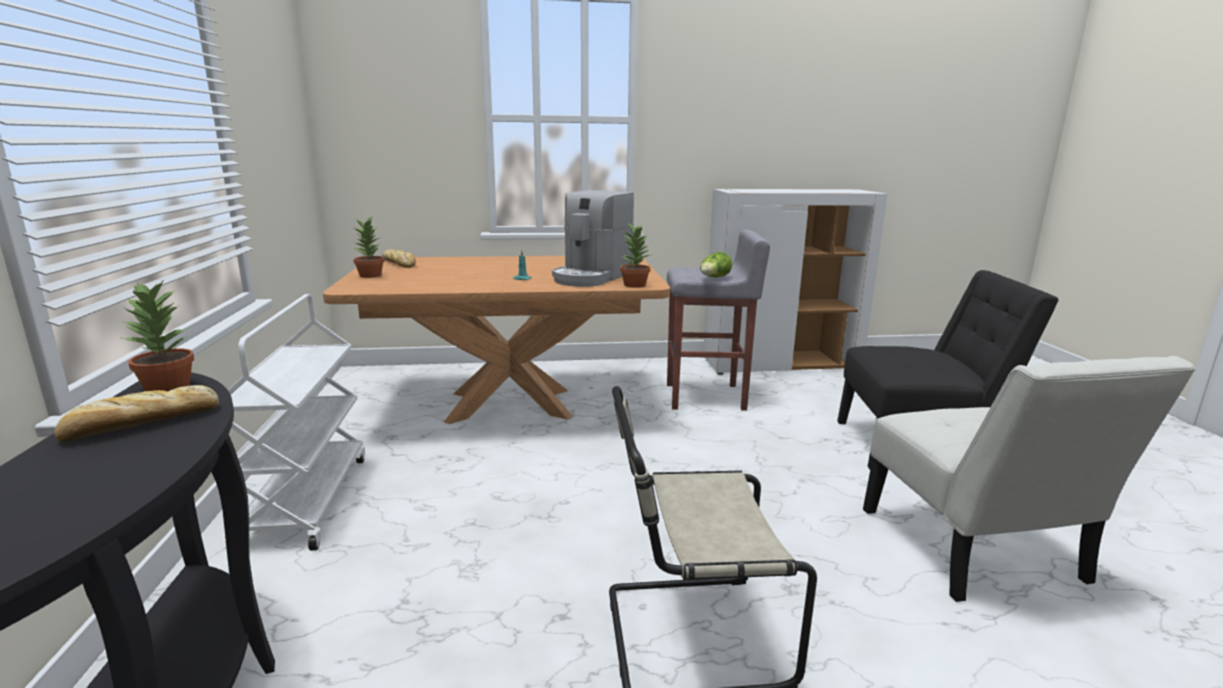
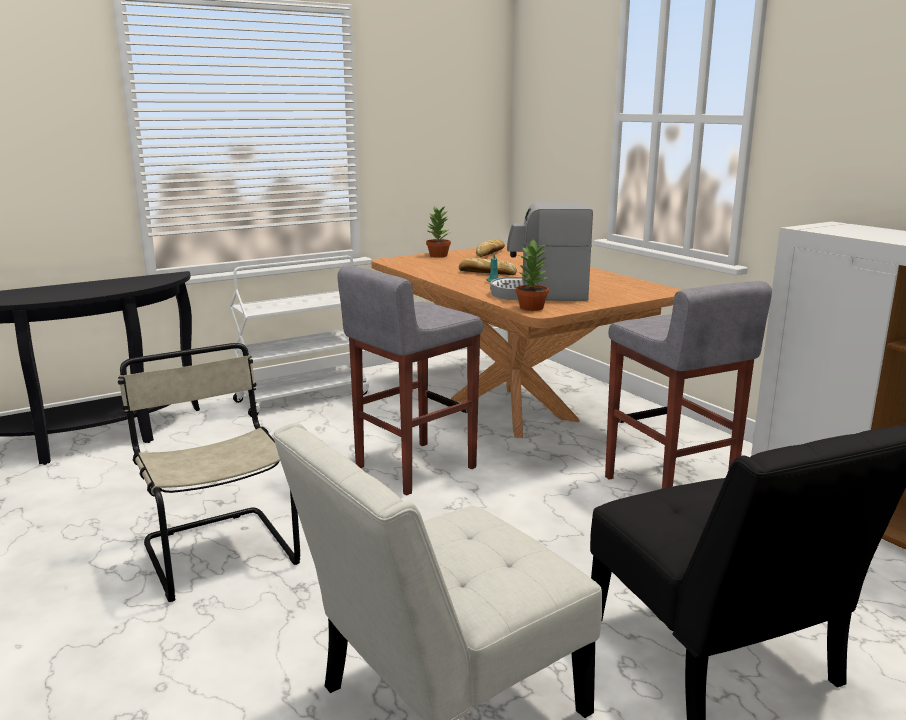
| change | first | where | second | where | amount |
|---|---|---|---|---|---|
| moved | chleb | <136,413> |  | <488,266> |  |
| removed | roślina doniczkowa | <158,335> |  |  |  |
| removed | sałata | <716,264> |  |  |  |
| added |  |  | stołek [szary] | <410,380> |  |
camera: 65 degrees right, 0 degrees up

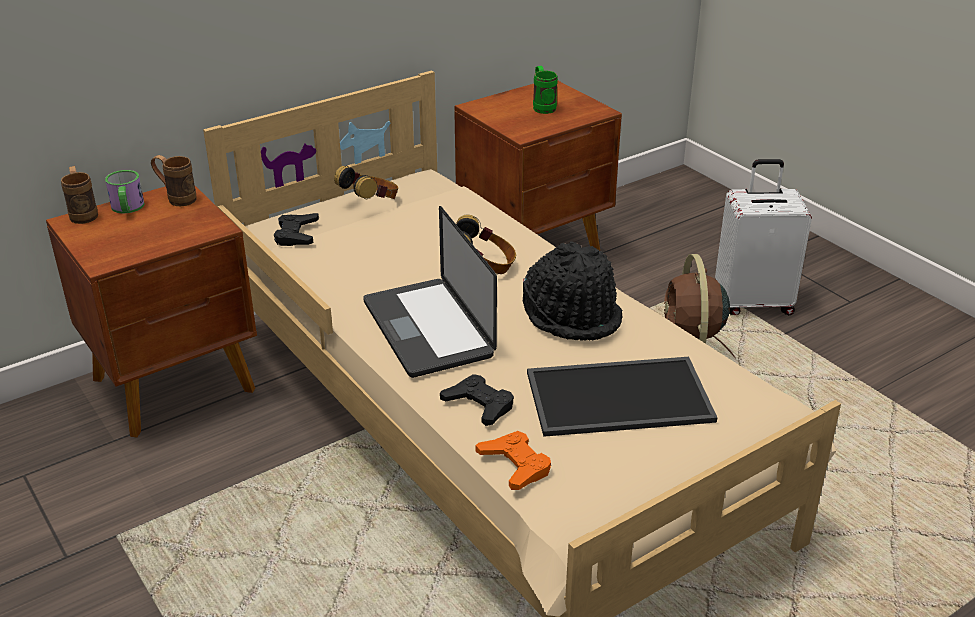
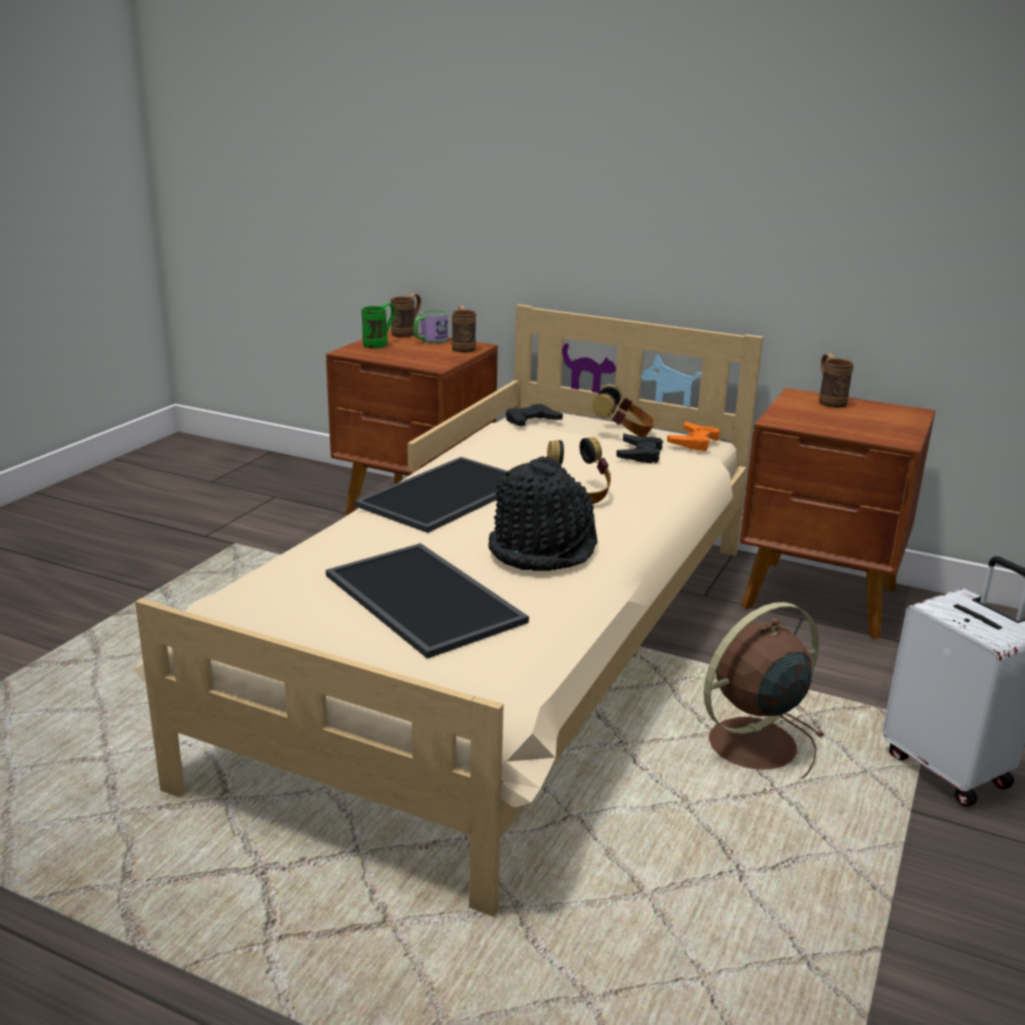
| change | first | where | second | where | amount |
|---|---|---|---|---|---|
| replaced | laptop | <430,292> | taca | <431,495> |  |
| moved | pad do gier [czarny] | <477,400> |  | <639,448> |  |
| moved | pad do gier [pomarańczowy] | <513,460> |  | <693,436> |  |
| moved | kubek [zielony] | <545,90> |  | <378,326> |  |
| added |  |  | kubek [brązowy] | <836,381> |  |
camera: 60 degrees right, 10 degrees down

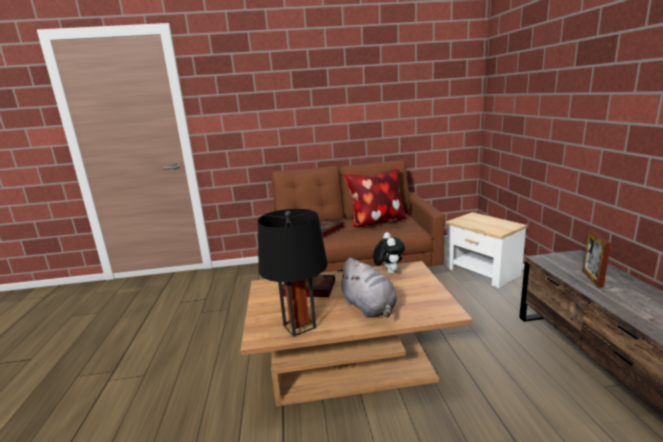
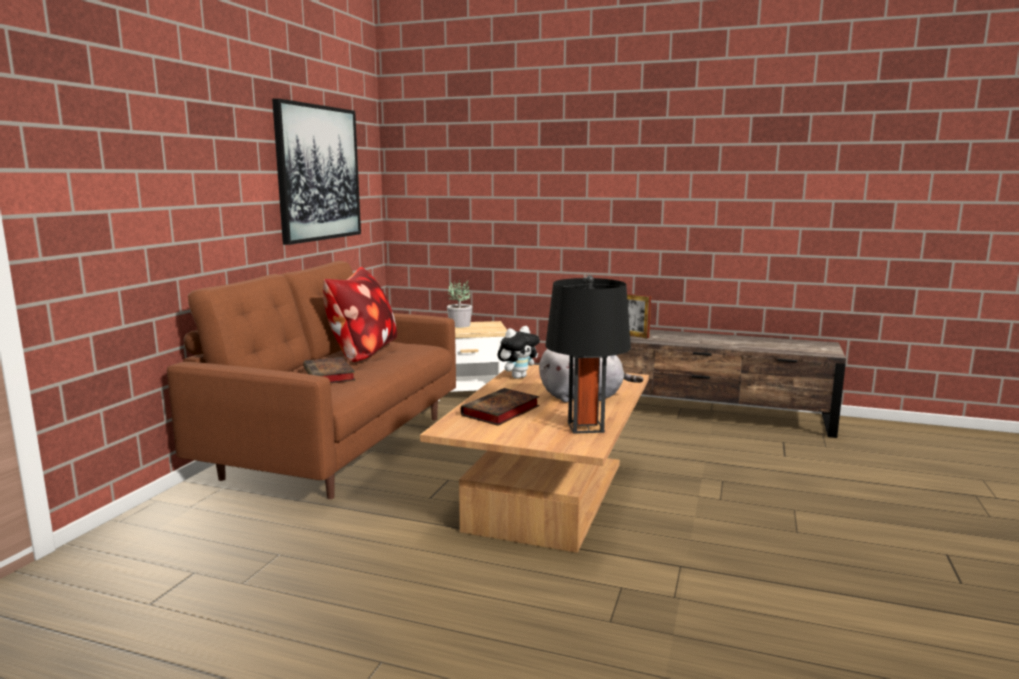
| change | first | where | second | where | amount |
|---|---|---|---|---|---|
| turned | pluszak | <389,253> |  | <519,352> | 120 degrees clockwise |
| added |  |  | obraz | <316,171> |  |
| added |  |  | roślina doniczkowa | <459,303> |  |
camera: 65 degrees left, 5 degrees down

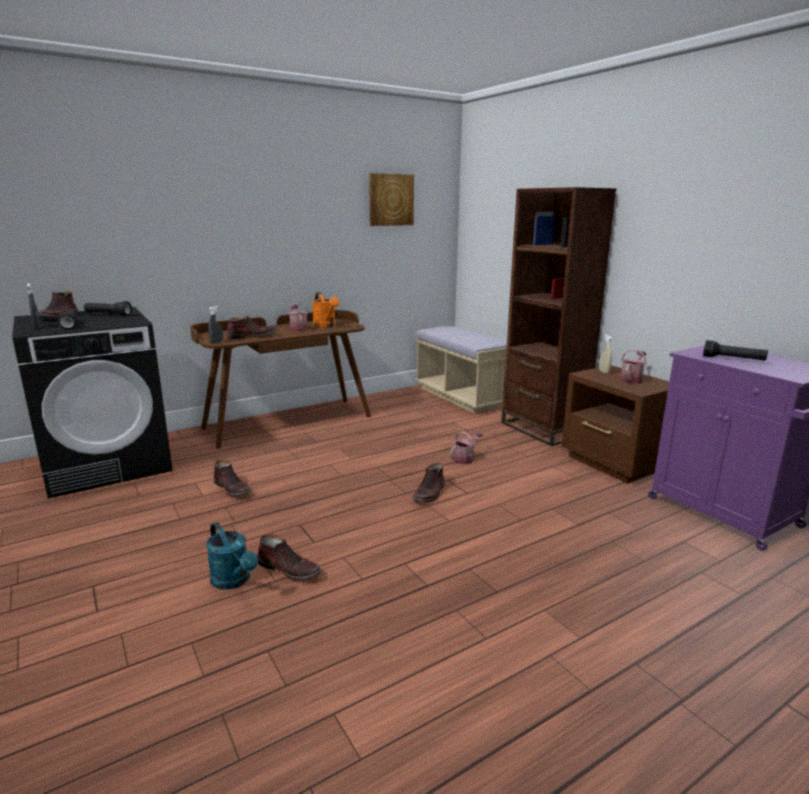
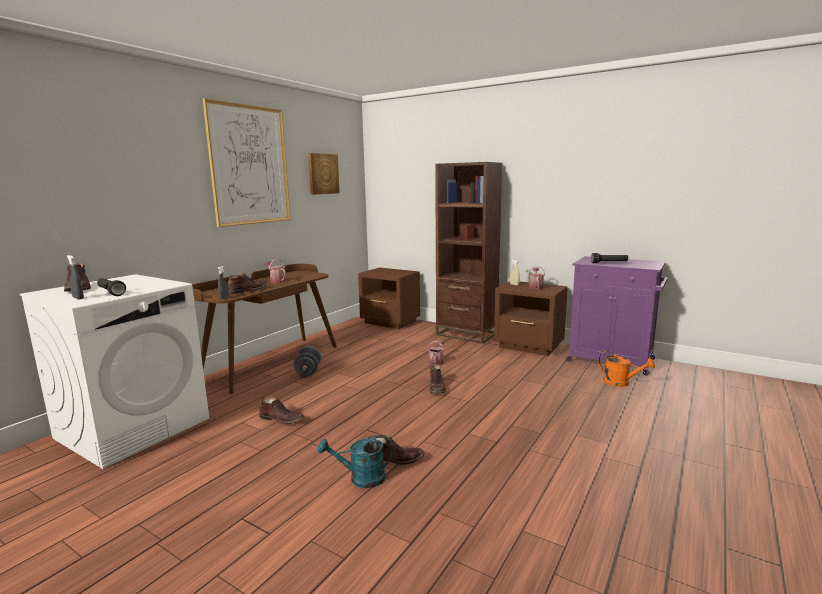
| change | first | where | second | where | amount |
|---|---|---|---|---|---|
| recoloured | pralka [czarny] | <92,402> | pralka [biały] | <114,371> |  |
| removed | latarka [czarny] | <108,308> |  |  |  |
| turned | konewka [turkusowy] | <232,556> |  | <355,461> | 150 degrees clockwise |
| moved | konewka [pomarańczowy] | <325,309> |  | <627,369> |  |
| replaced | ławka [beżowy] | <461,369> | szafka nocna [brązowy] | <389,298> |  |
| added |  |  | obraz | <246,162> |  |
| added |  |  | hantel [szary] | <307,361> |  |
camera: 25 degrees left, 5 degrees down

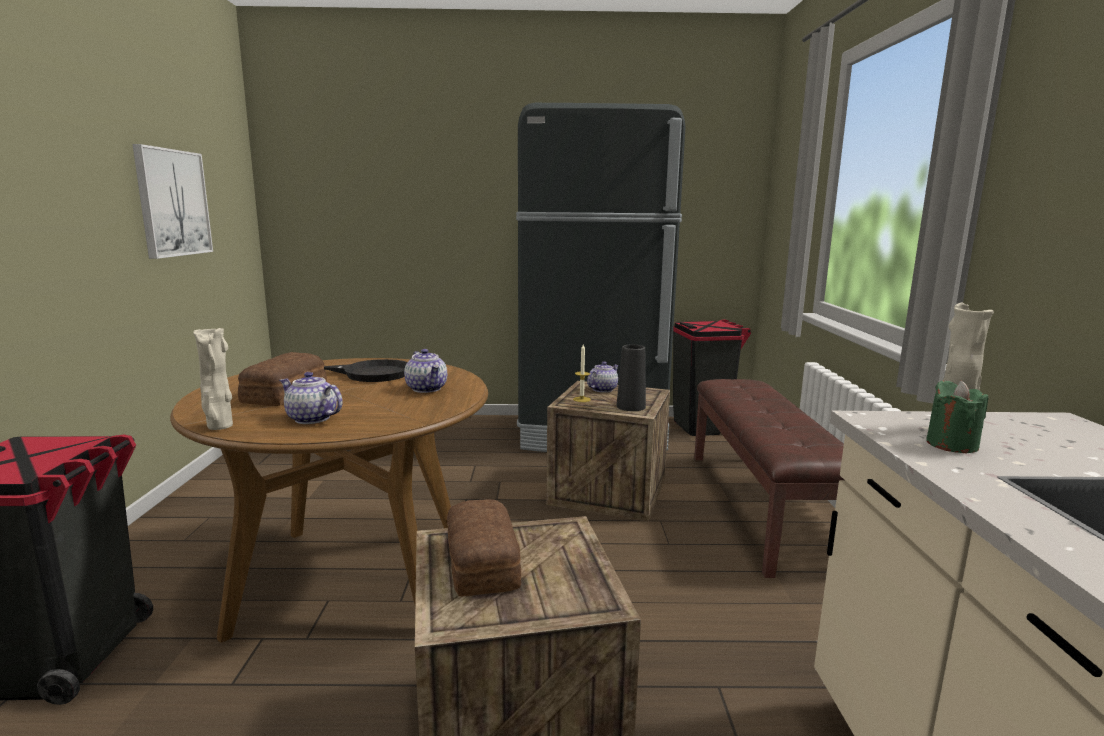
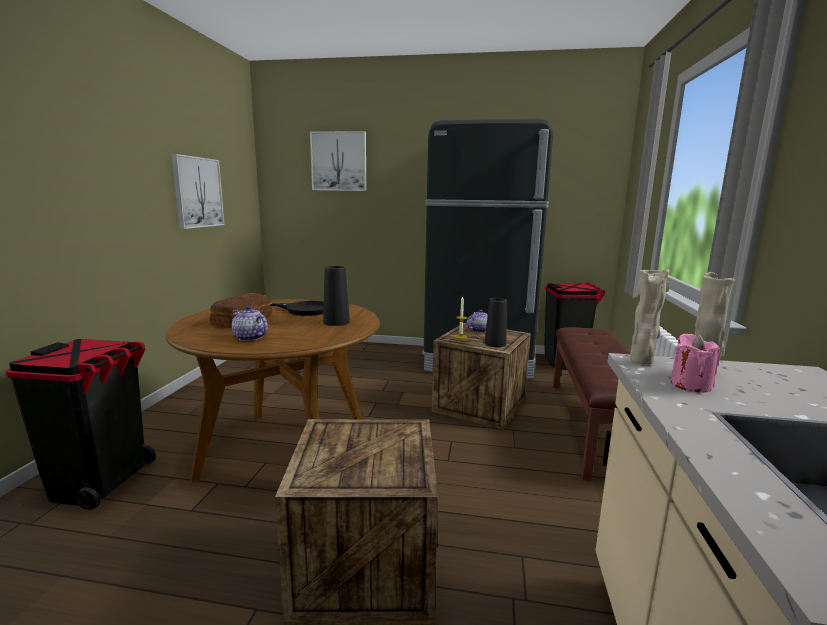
| change | first | where | second | where | amount |
|---|---|---|---|---|---|
| moved | wazon [beżowy] | <213,379> |  | <650,317> |  |
| replaced | imbryk | <425,371> | wazon [czarny] | <336,296> |  |
| removed | chleb | <484,547> |  |  |  |
| recoloured | świeca [zielony] | <957,417> | świeca [różowy] | <696,363> |  |
| added |  |  | obraz | <338,161> |  |
camera: 10 degrees right, 0 degrees up

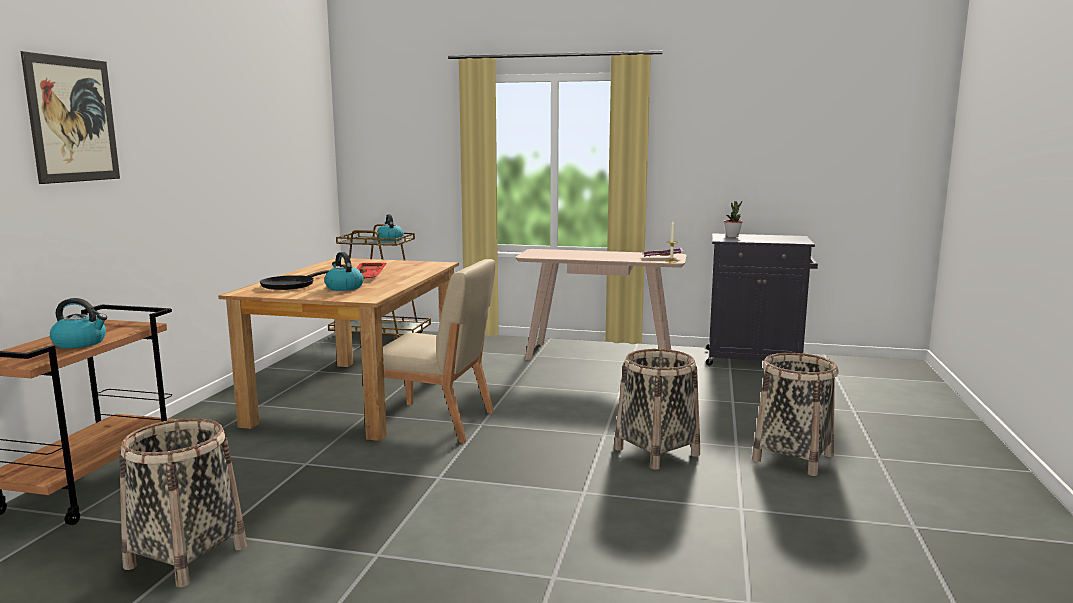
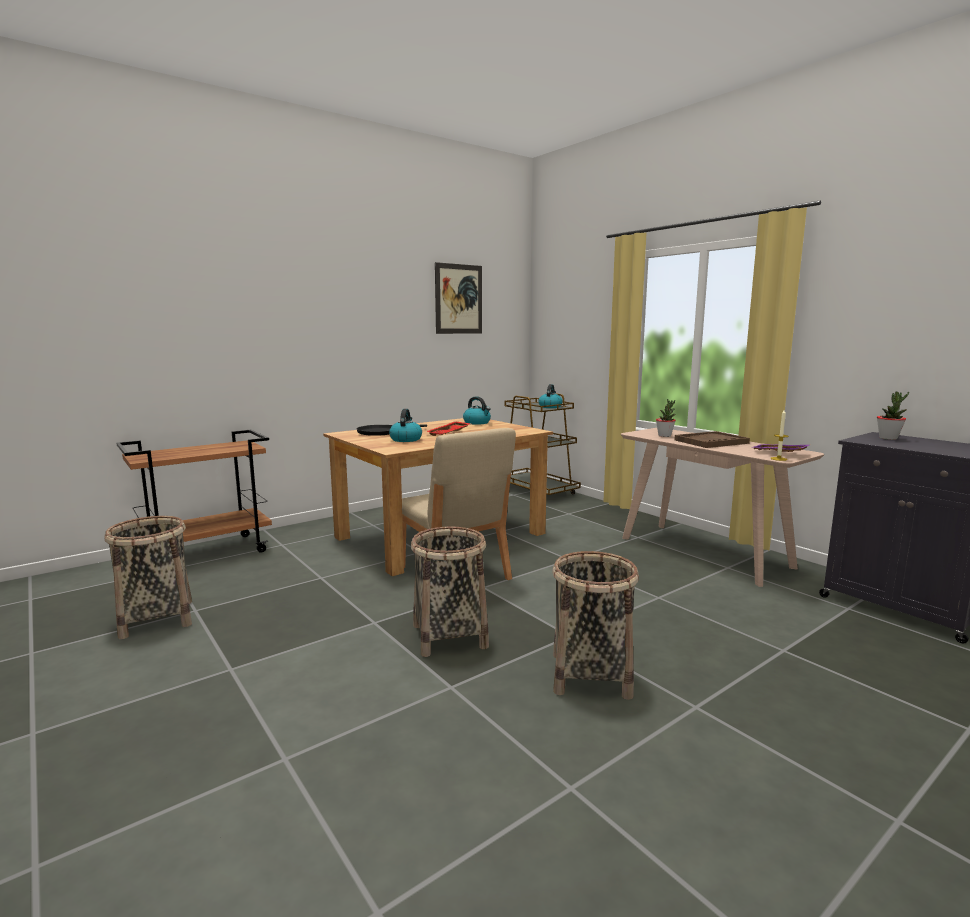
| change | first | where | second | where | amount |
|---|---|---|---|---|---|
| moved | obraz | <70,117> |  | <458,298> |  |
| moved | czajnik | <78,323> |  | <477,410> |  |
| moved | koszyk | <795,414> |  | <450,592> |  |
| added |  |  | roślina doniczkowa | <666,418> |  |
| added |  |  | taca [brązowy] | <712,439> |  |
camera: 40 degrees right, 0 degrees up

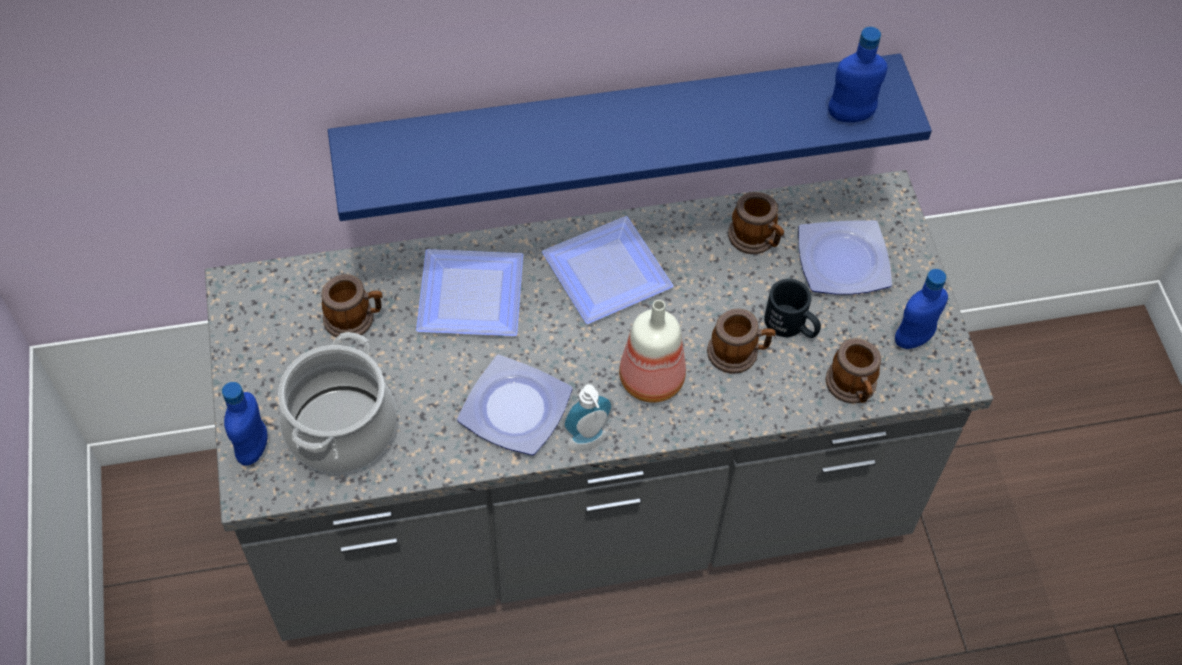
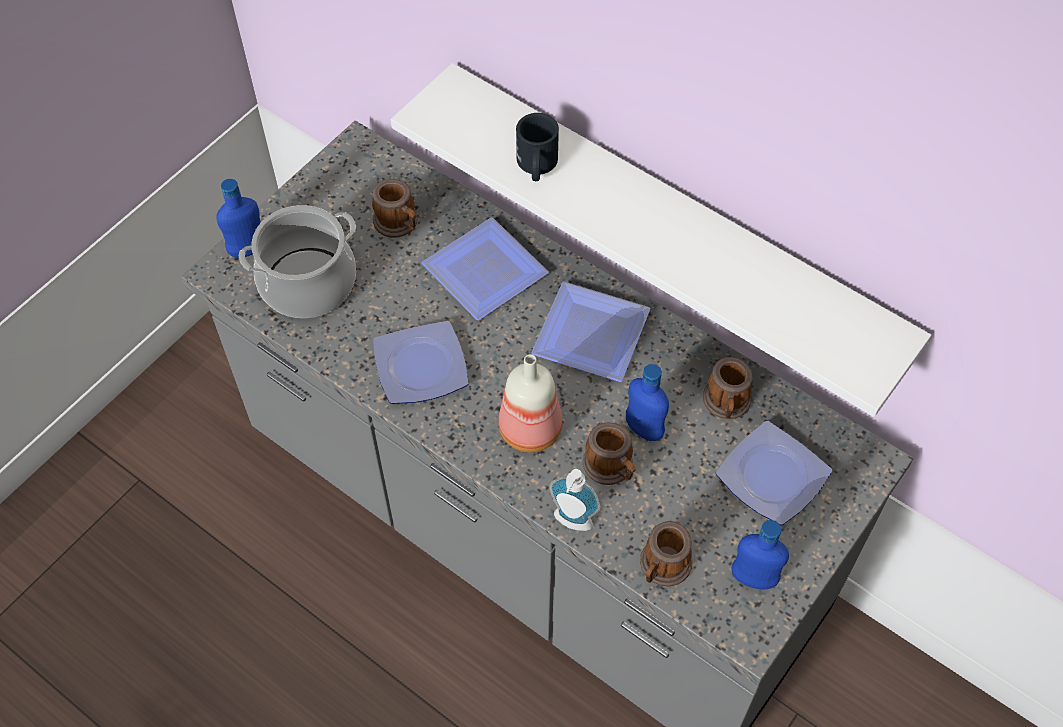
| change | first | where | second | where | amount |
|---|---|---|---|---|---|
| recoloured | półka [niebieski] | <630,137> | półka [biały] | <661,240> |  |
| moved | dozownik mydła | <588,417> |  | <575,500> |  |
| moved | kubek [czarny] | <792,308> |  | <537,147> |  |
| moved | butelka [niebieski] | <857,74> |  | <647,402> |  |
camera: 50 degrees right, 0 degrees up

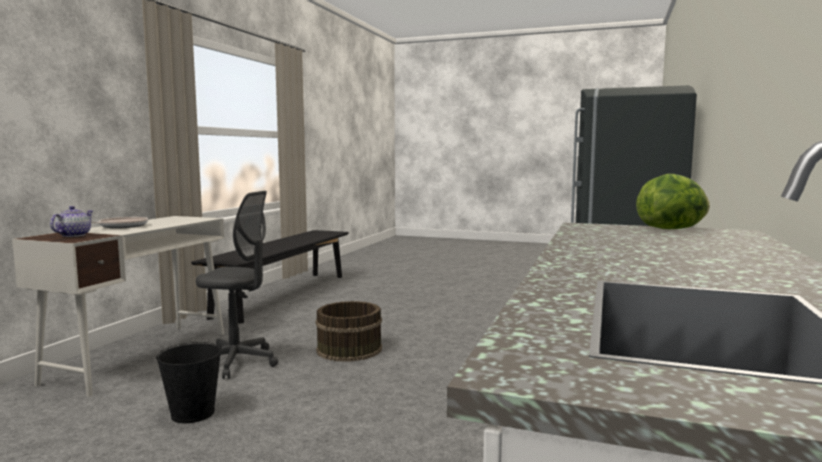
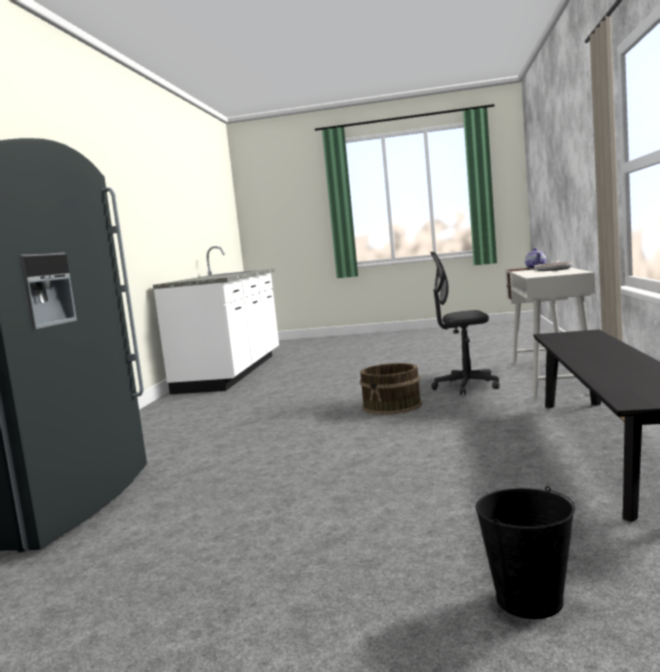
| change | first | where | second | where | amount |
|---|---|---|---|---|---|
| moved | wiadro [czarny] | <188,382> |  | <525,552> |  |
| removed | sałata | <673,201> |  |  |  |
camera: 170 degrees right, 0 degrees up

